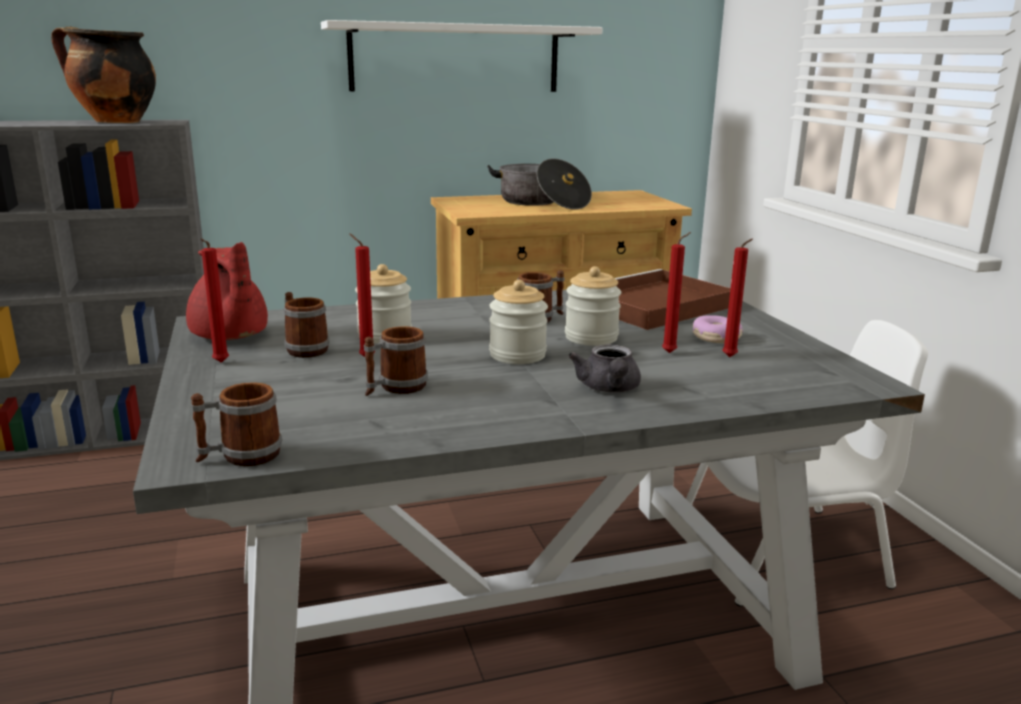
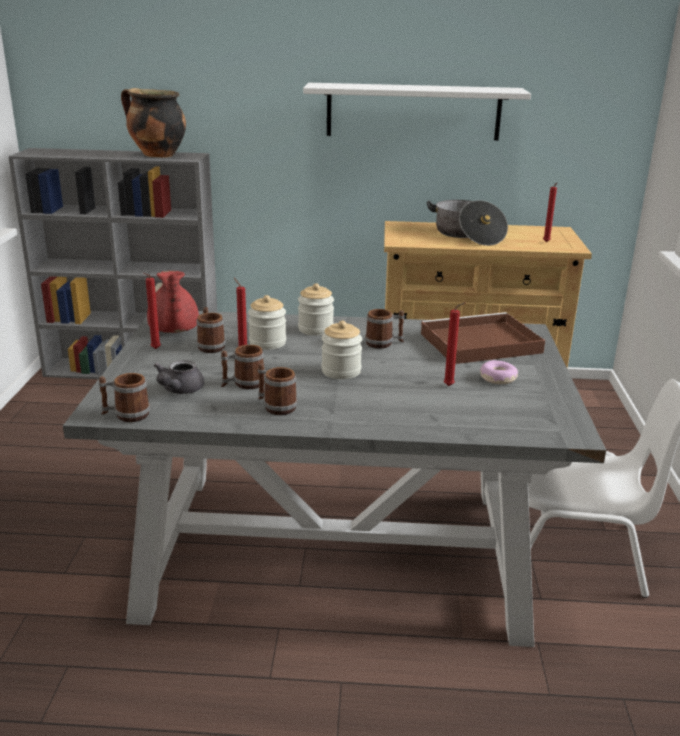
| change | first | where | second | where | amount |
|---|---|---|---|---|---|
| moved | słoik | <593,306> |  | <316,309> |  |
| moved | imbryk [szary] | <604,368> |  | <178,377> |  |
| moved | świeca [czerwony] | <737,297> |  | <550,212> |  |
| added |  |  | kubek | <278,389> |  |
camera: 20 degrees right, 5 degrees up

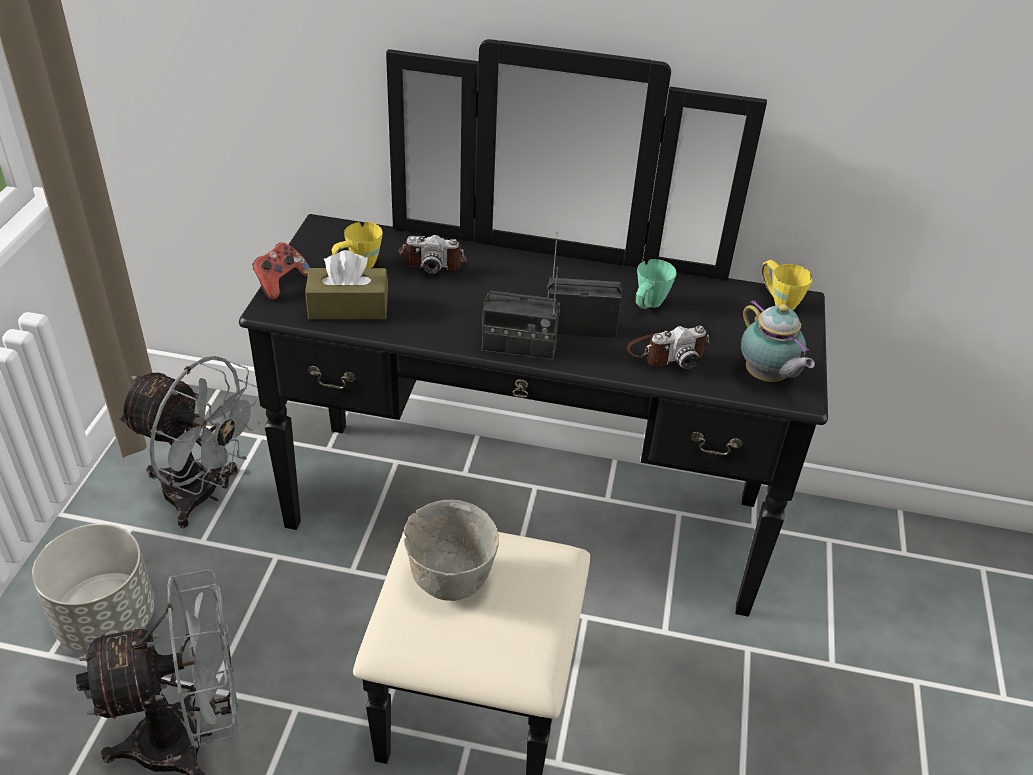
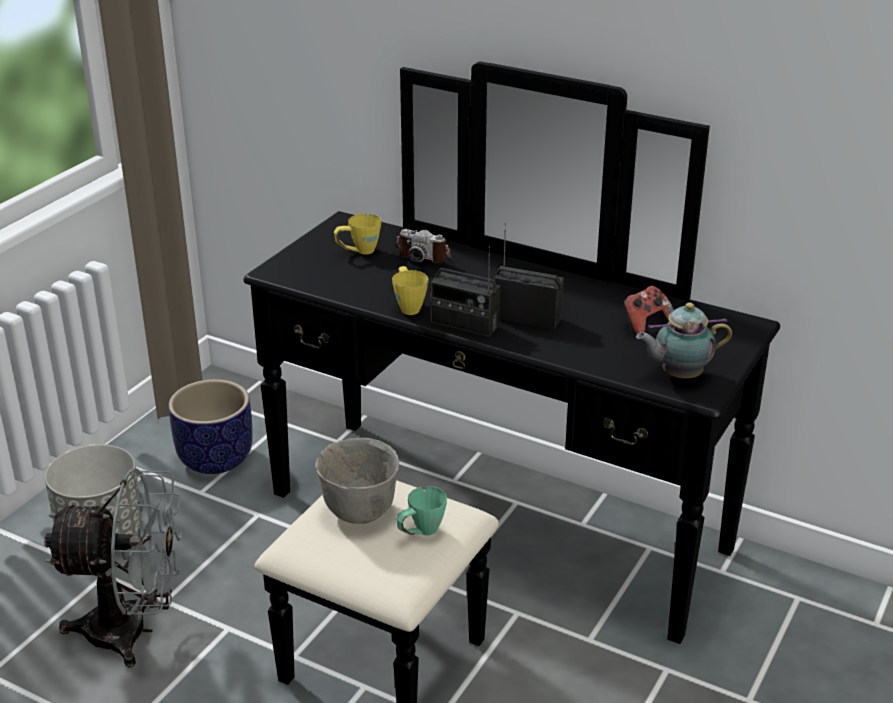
| change | first | where | second | where | amount |
|---|---|---|---|---|---|
| replaced | wentylator [szary] | <189,442> | donica | <210,426> |  |
| moved | pad do gier | <281,271> |  | <648,310> |  |
| removed | pudełko chusteczek [brązowy] | <346,284> |  |  |  |
| removed | aparat fotograficzny | <668,347> |  |  |  |
| moved | kubek [zielony] | <656,284> |  | <421,510> |  |
| turned | imbryk | <778,341> |  | <684,340> | 90 degrees clockwise |
| moved | kubek [żółty] | <787,285> |  | <410,290> |  |
camera: 20 degrees right, 10 degrees down

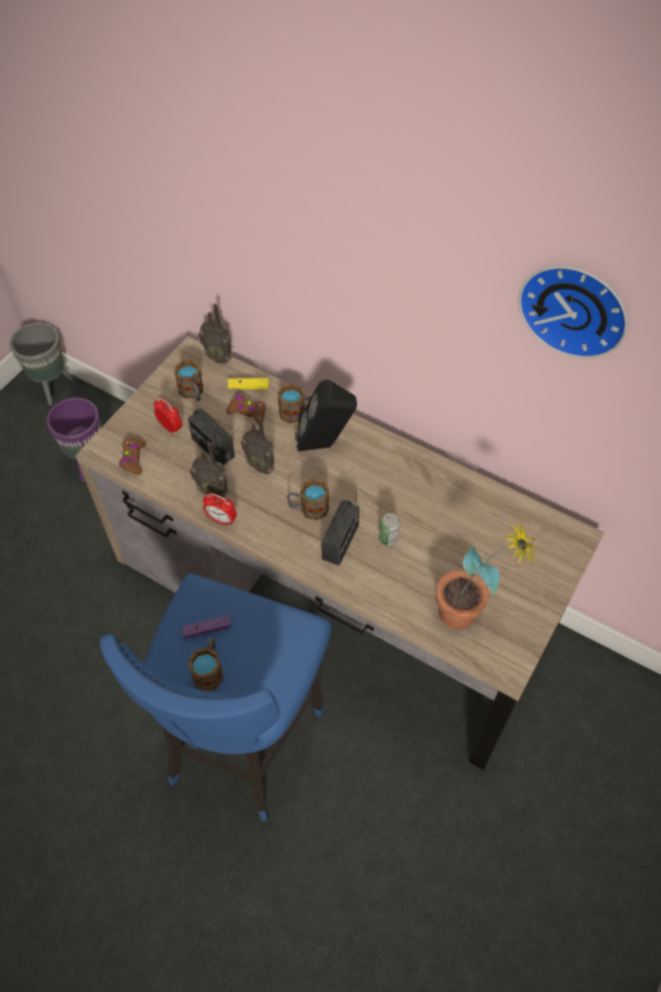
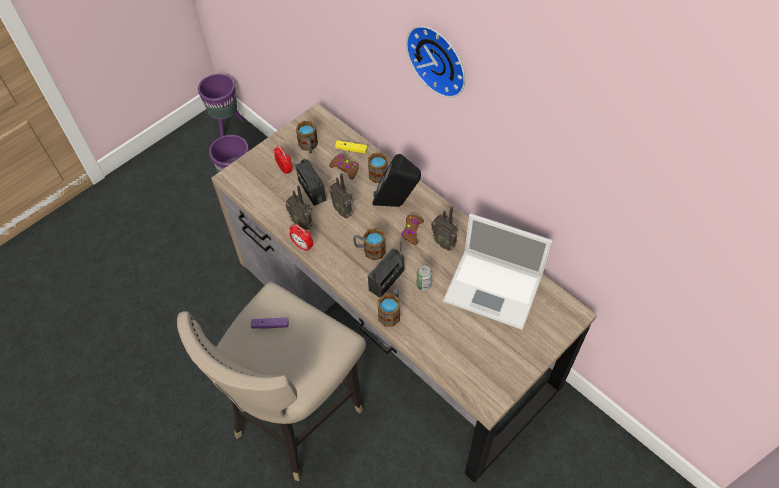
| change | first | where | second | where | amount |
|---|---|---|---|---|---|
| recoloured | donica [szary] | <42,364> | donica [fioletowy] | <221,105> |  |
| recoloured | stołek [niebieski] | <216,697> | stołek [beżowy] | <271,381> |  |
| moved | pad do gier [brązowy] | <132,457> |  | <413,230> |  |
| moved | kubek | <206,664> |  | <389,307> |  |
| moved | radio | <215,333> |  | <444,228> |  |
| removed | roślina doniczkowa | <486,574> |  |  |  |
| moved | zegar ścienny | <573,312> |  | <435,62> |  |
| added |  |  | laptop | <498,271> |  |
camera: 15 degrees right, 0 degrees up

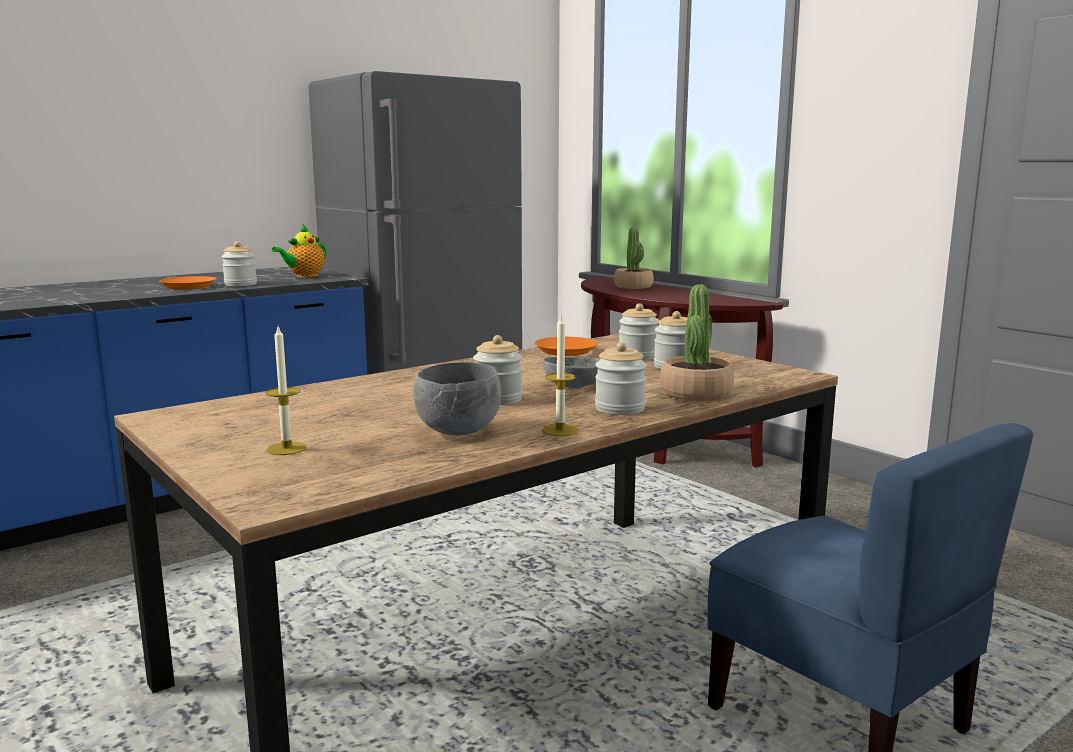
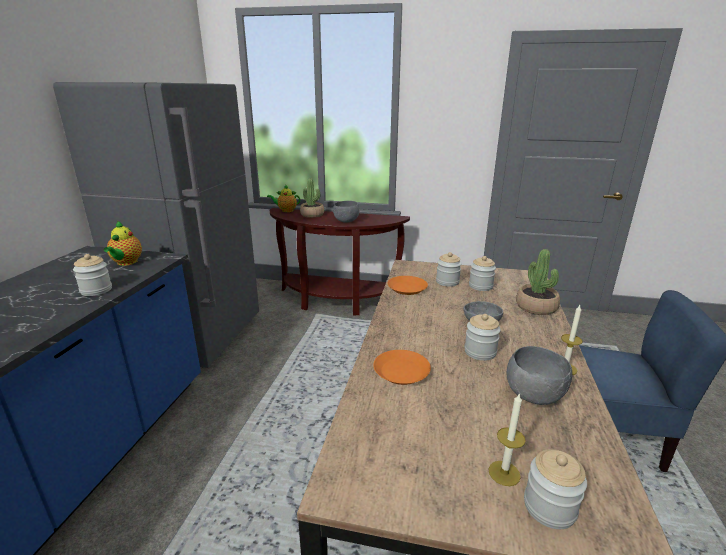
| change | first | where | second | where | amount |
|---|---|---|---|---|---|
| moved | talerz [pomarańczowy] | <188,282> |  | <402,367> |  |
| moved | słoik | <621,378> |  | <555,489> |  |
| added |  |  | imbryk | <283,198> |  |
| added |  |  | miska [szary] | <346,212> |  |
camera: 40 degrees left, 10 degrees up

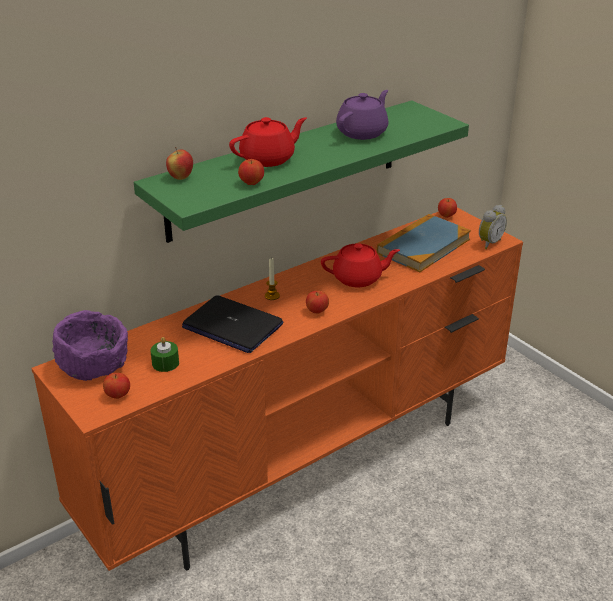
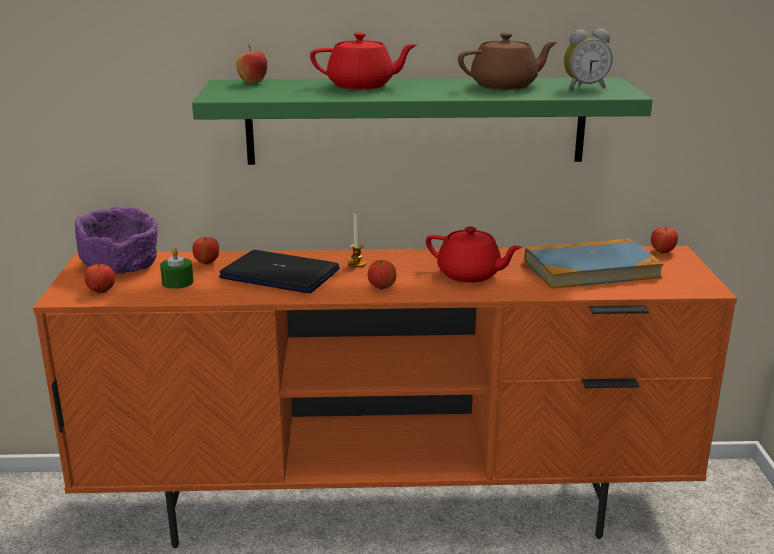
| change | first | where | second | where | amount |
|---|---|---|---|---|---|
| turned | laptop | <232,324> |  | <279,271> | 135 degrees clockwise |
| moved | jabłko | <251,172> |  | <205,251> |  |
| recoloured | imbryk [fioletowy] | <362,115> | imbryk [brązowy] | <507,61> |  |
| moved | budzik | <493,227> |  | <588,59> |  |
camera: 35 degrees right, 10 degrees down

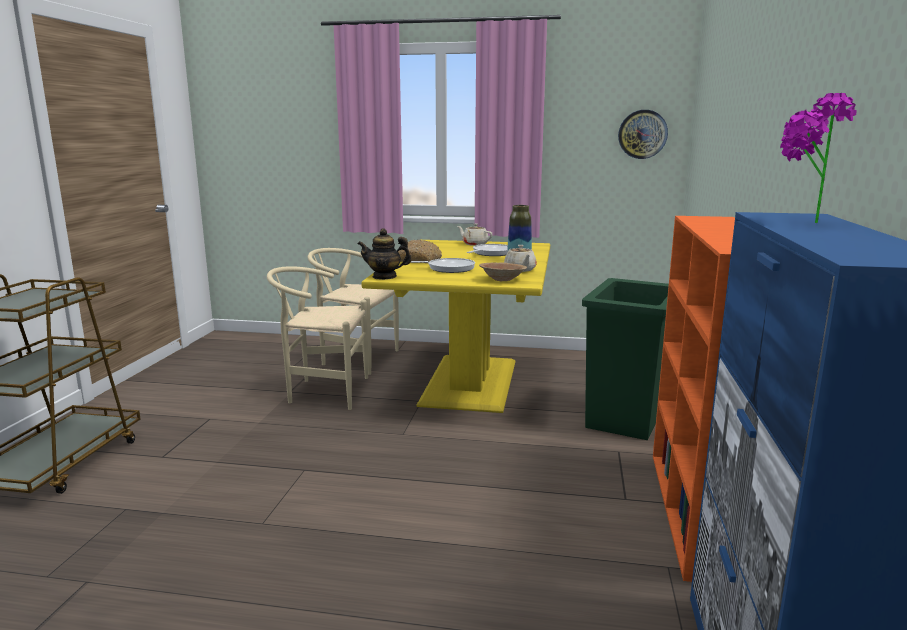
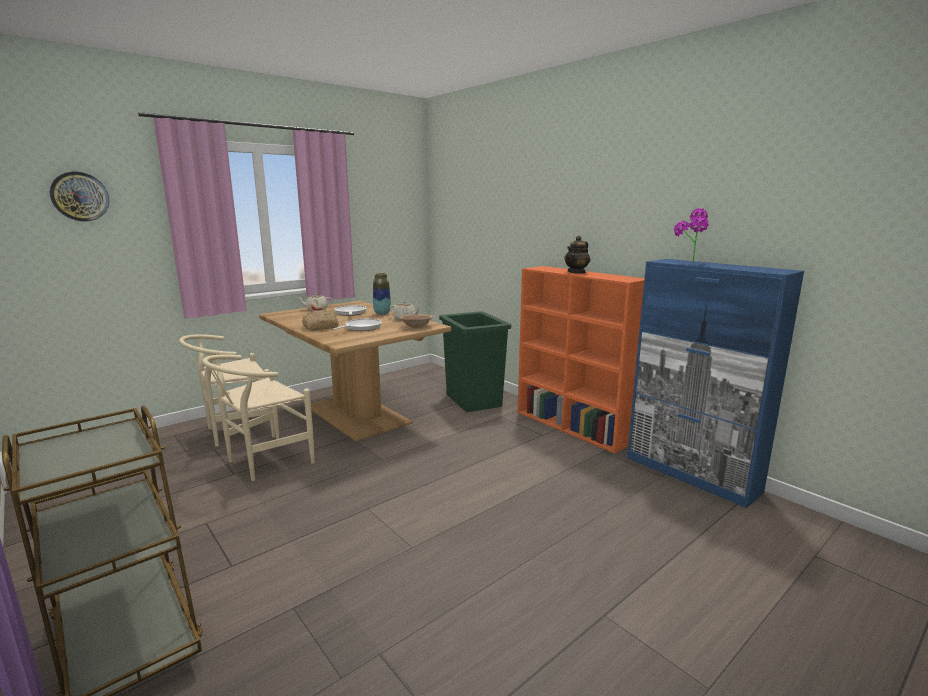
| change | first | where | second | where | amount |
|---|---|---|---|---|---|
| moved | imbryk | <385,254> |  | <577,255> |  |
| recoloured | stół jadalny [żółty] | <456,326> | stół jadalny [brązowy] | <355,371> |  |
| moved | zegar ścienny | <643,134> |  | <79,196> |  |
camera: 50 degrees left, 0 degrees up

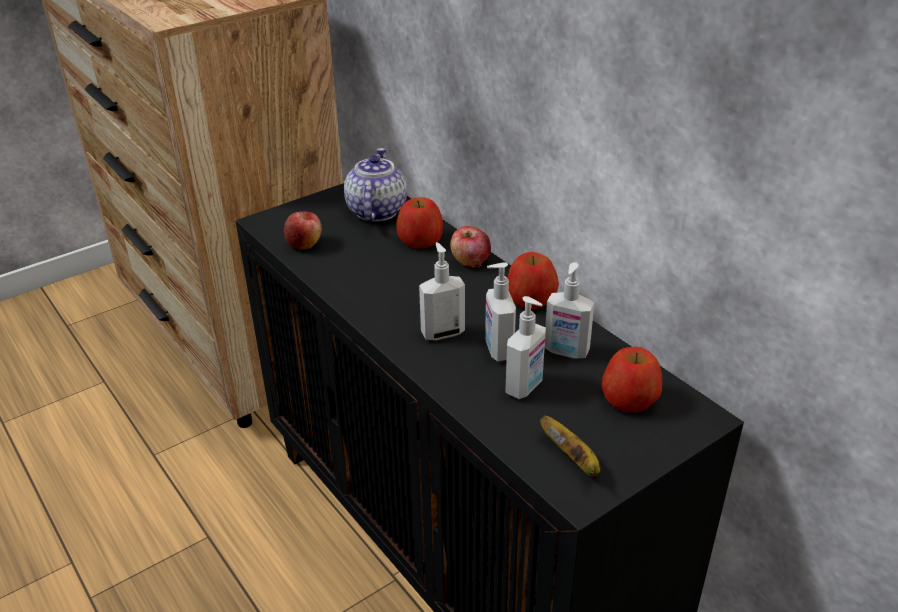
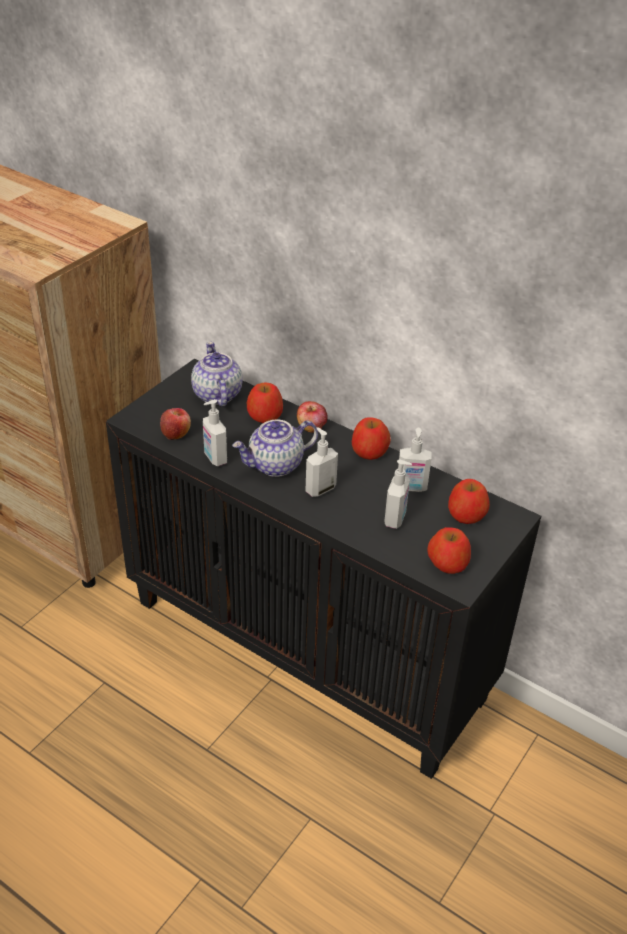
| change | first | where | second | where | amount |
|---|---|---|---|---|---|
| moved | dozownik mydła | <500,311> |  | <215,432> |  |
| replaced | banan | <570,446> | jabłko | <449,550> |  |
| added |  |  | imbryk | <275,448> |  |
camera: 20 degrees left, 5 degrees up

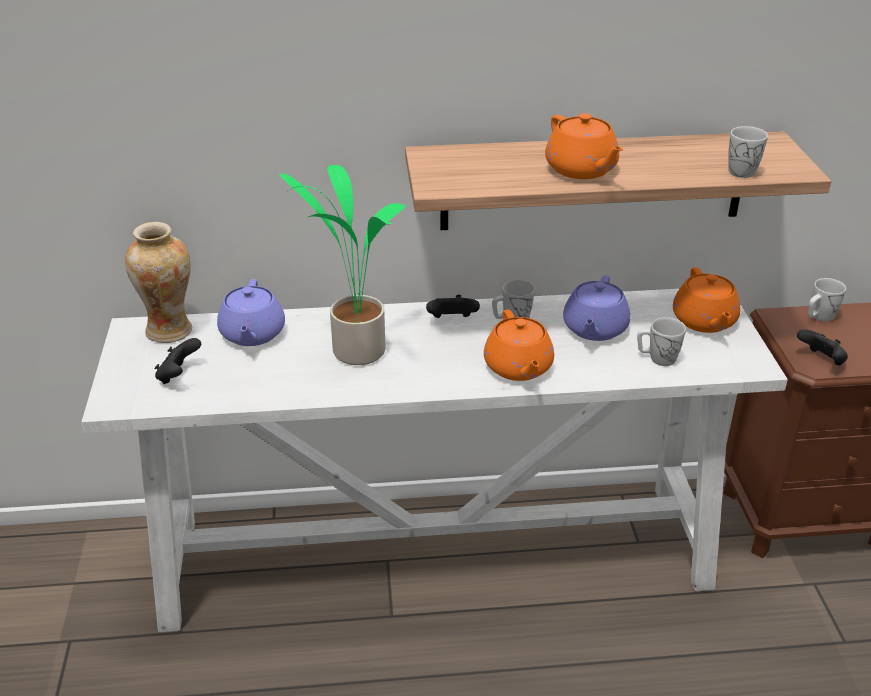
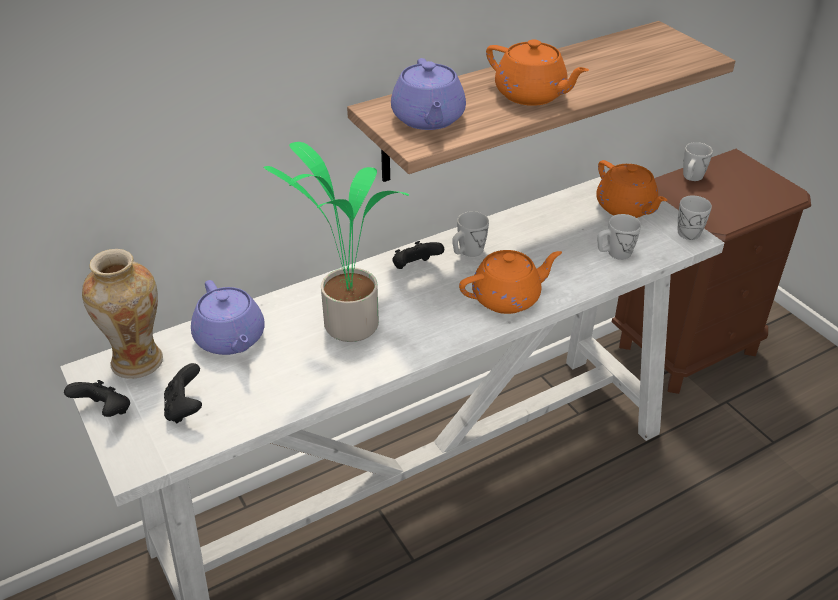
| change | first | where | second | where | amount |
|---|---|---|---|---|---|
| turned | imbryk [pomarańczowy] | <519,345> |  | <510,282> | 75 degrees counterclockwise |
| moved | imbryk [fioletowy] | <596,308> |  | <428,94> |  |
| moved | kubek [biały] | <748,152> |  | <695,218> |  |
| moved | pad do gier [czarny] | <822,347> |  | <97,398> |  |
camera: 25 degrees left, 5 degrees up

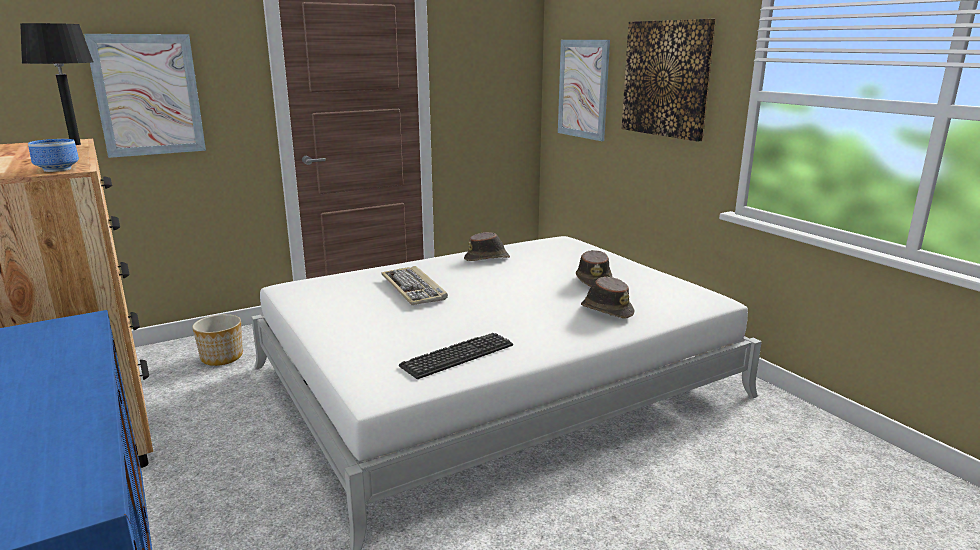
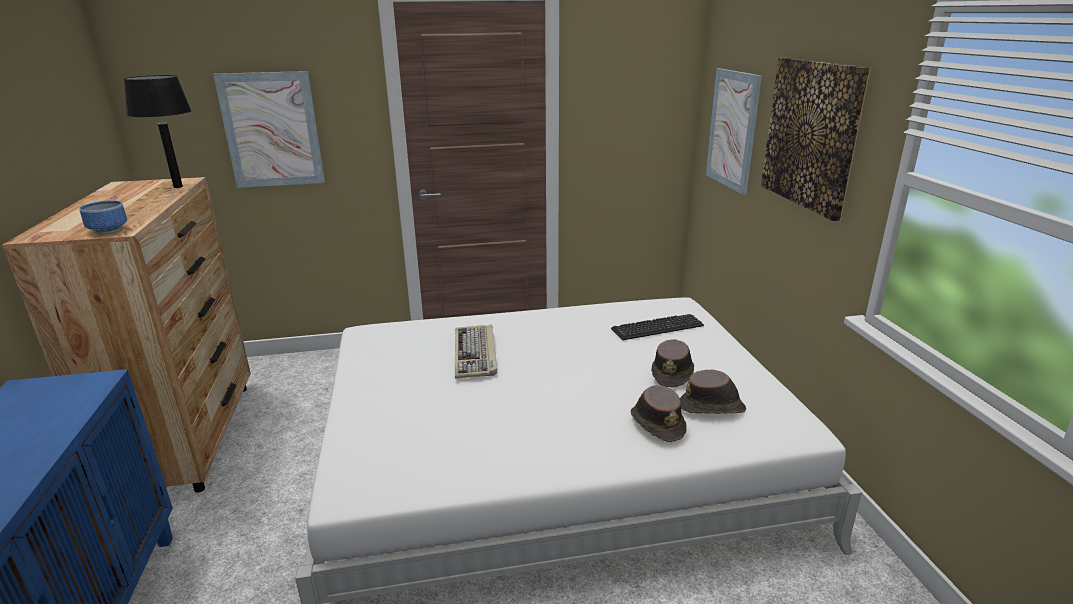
| change | first | where | second | where | amount |
|---|---|---|---|---|---|
| removed | donica | <217,340> |  |  |  |
| moved | klawiatura | <456,356> |  | <657,327> |  |
| moved | kapelusz [brązowy] | <487,246> |  | <713,391> |  |
camera: 20 degrees right, 5 degrees up

